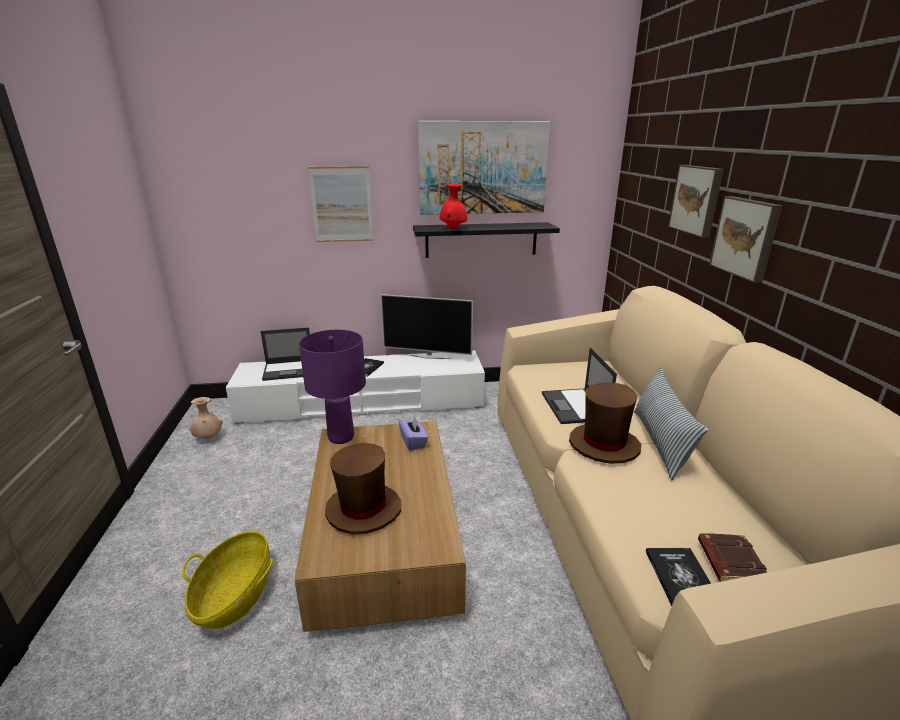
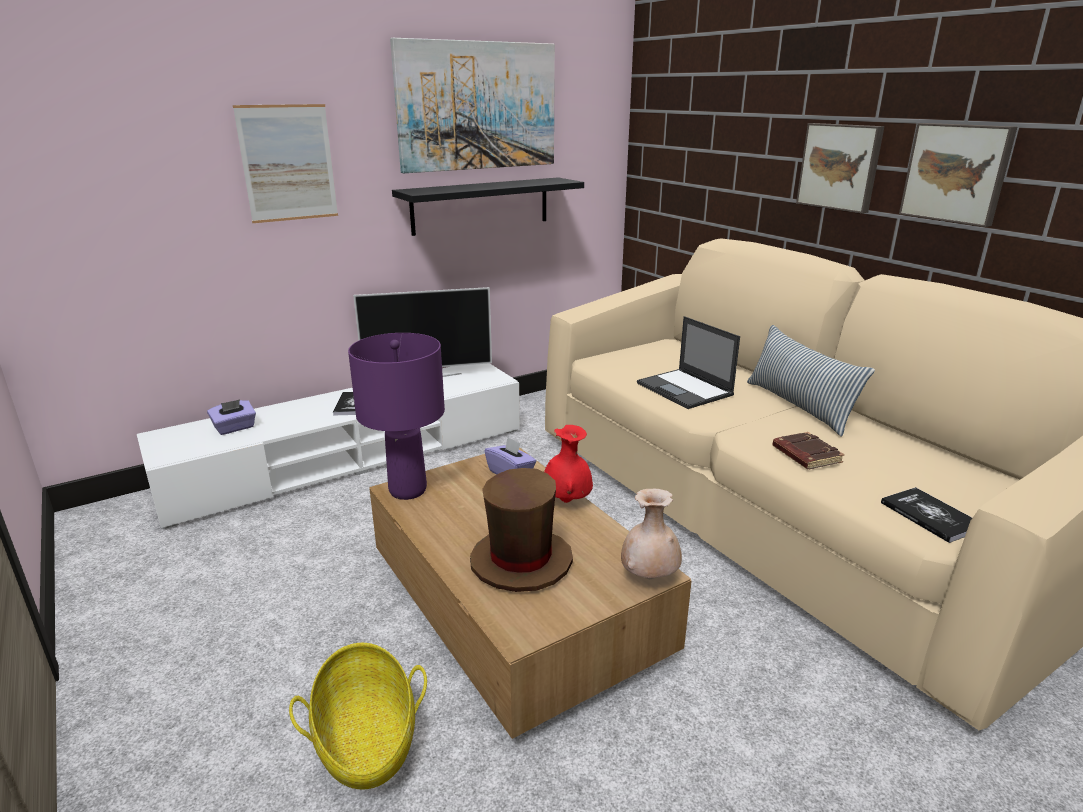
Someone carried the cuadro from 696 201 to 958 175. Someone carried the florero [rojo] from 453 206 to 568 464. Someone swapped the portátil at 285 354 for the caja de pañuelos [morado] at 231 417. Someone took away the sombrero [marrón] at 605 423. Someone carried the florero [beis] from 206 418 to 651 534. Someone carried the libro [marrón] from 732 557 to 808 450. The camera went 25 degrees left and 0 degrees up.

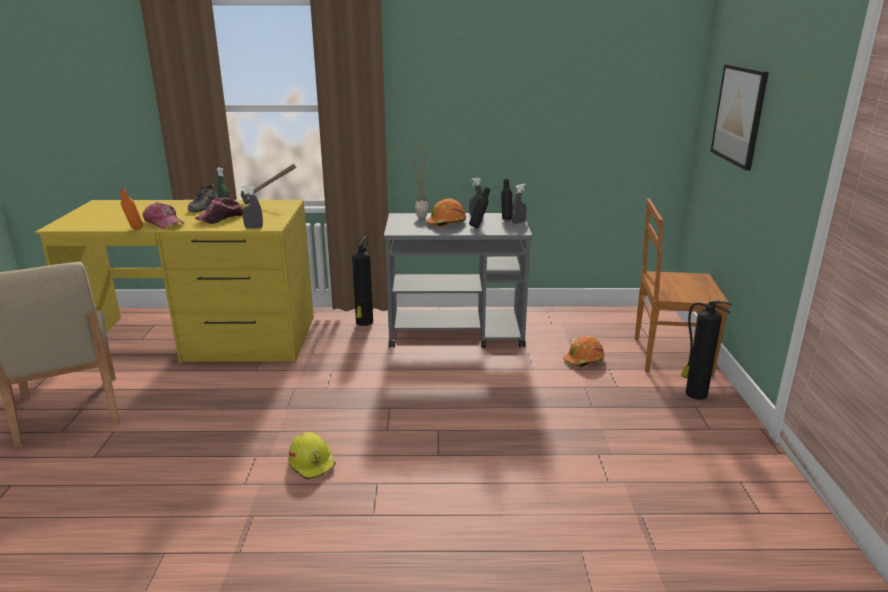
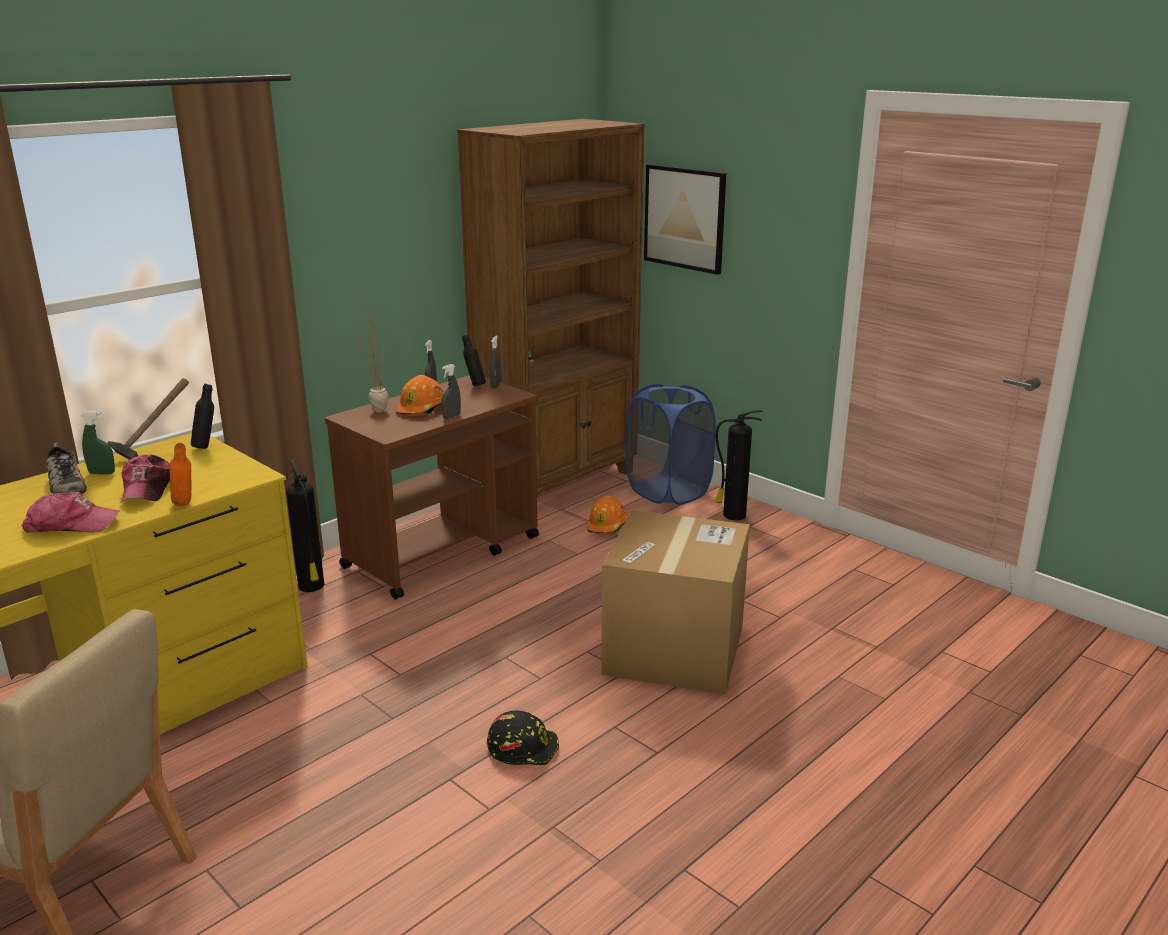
Someone carried the pulverizador [gris] from 252 207 to 451 391. Someone carried the botella [negro] from 479 207 to 202 416. Someone carried the botella [naranja] from 131 209 to 180 474. Someone swapped the silla [marrón] at 682 287 for the cesto de la ropa [azul] at 671 444. Someone repainted the carrito [gris] at 458 280, which became the carrito [marrón] at 432 487. Someone repainted the casco [amarillo] at 312 456, which became the casco [negro] at 523 738. Someone put down the estantería [marrón] at 551 307. Someone put down the caja de cartón at 675 602. The camera went 45 degrees left and 0 degrees up.

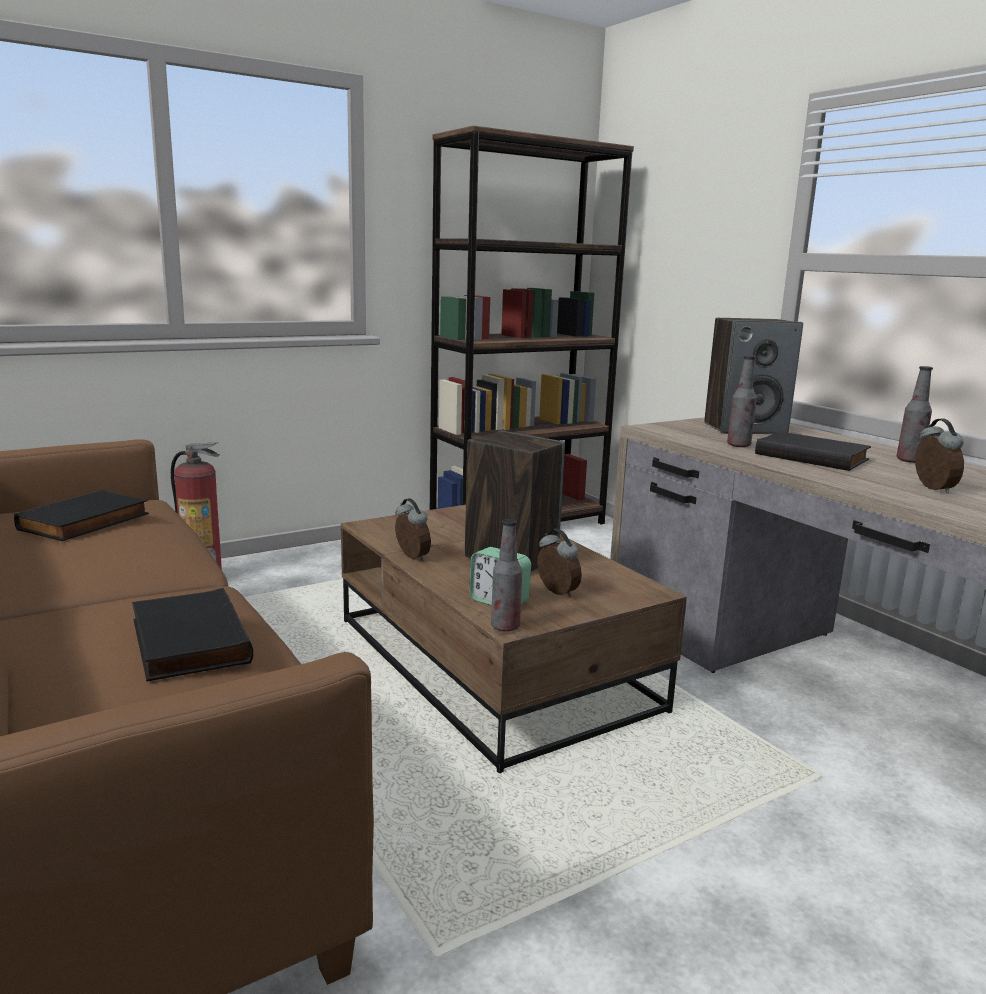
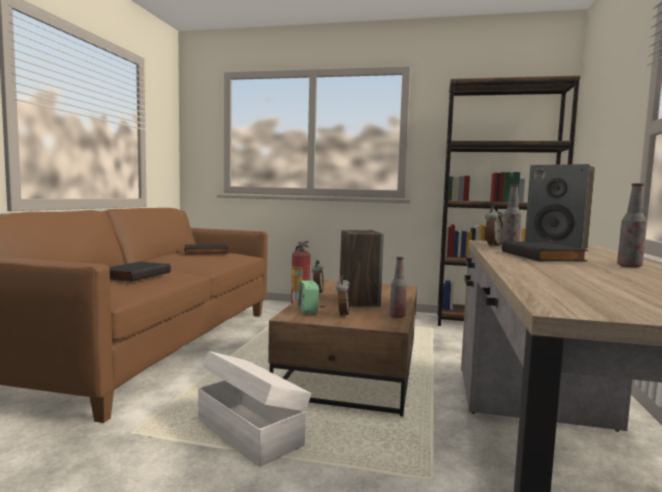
Someone carried the despertador from 939 456 to 494 226. Someone carried the botella from 506 575 to 398 287. Someone put down the caja de almacenaje [blanco] at 254 409. The camera went 45 degrees right and 10 degrees down.

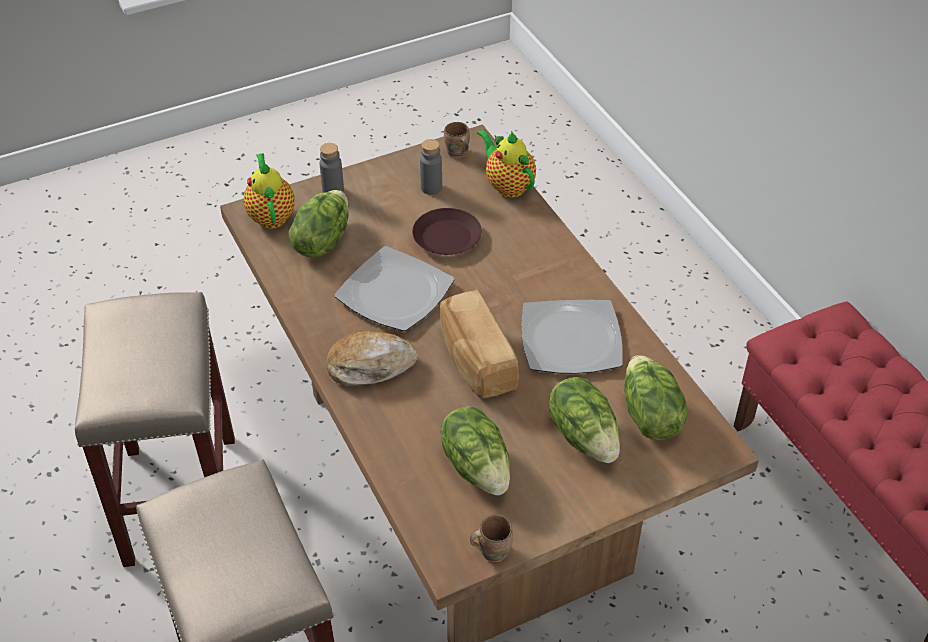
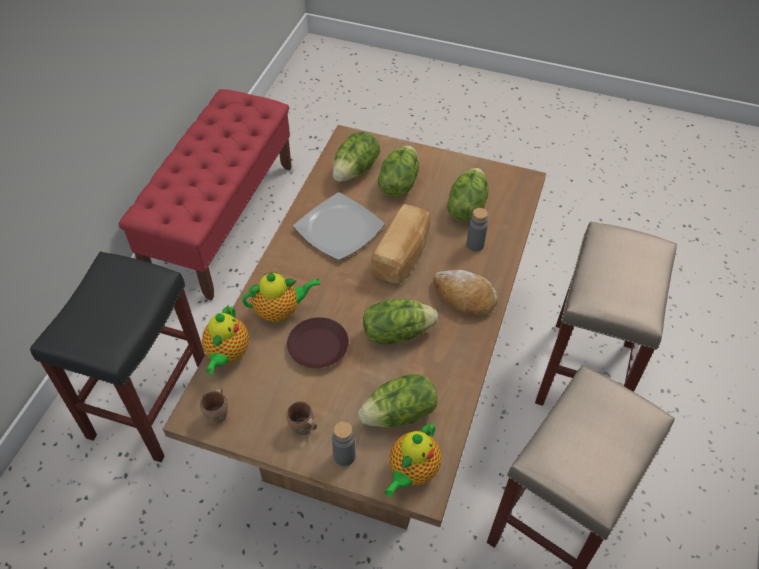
Someone carried the botella [gris] from 431 167 to 477 229. Someone swapped the plato at 394 288 for the lechuga at 400 322. Someone carried the taza grande [marrón] from 491 538 to 301 418. Someone put down the taburete [negro] at 117 356. Someone put down the tetera at 281 296. The camera went 135 degrees left and 5 degrees up.

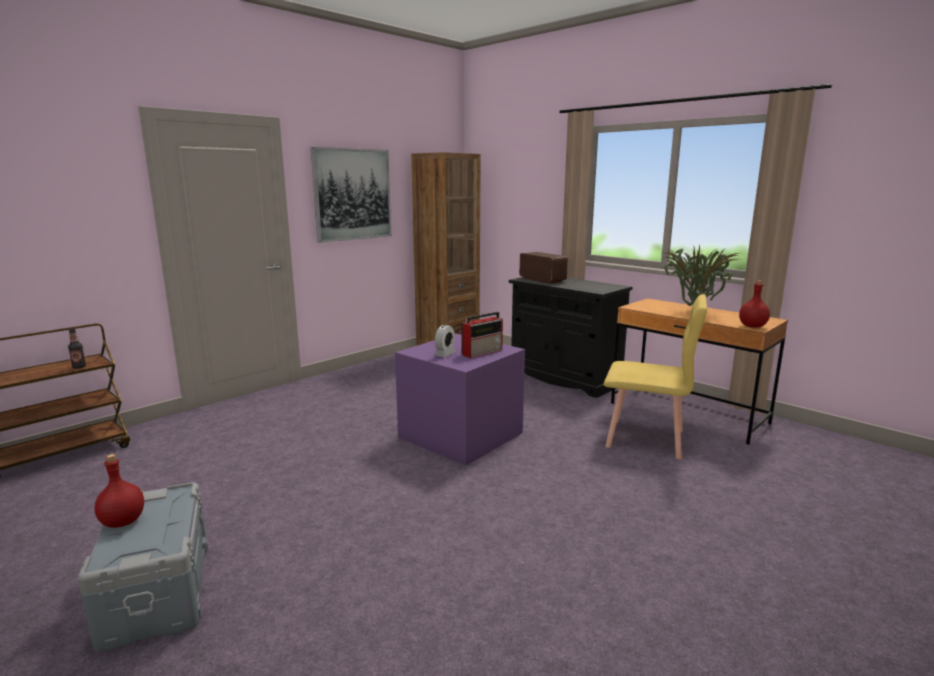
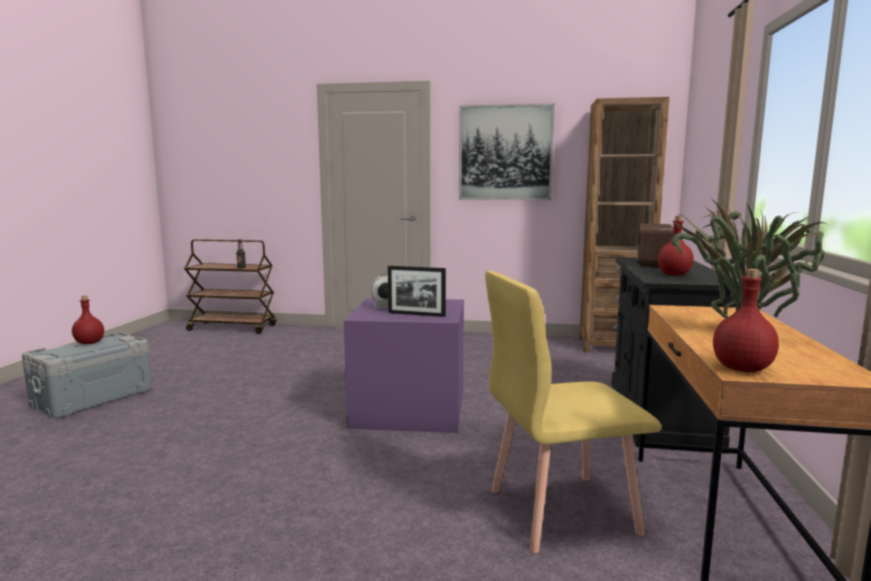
Someone rotated the silla [amarillo] at 655 376 by 90 degrees clockwise. Someone swapped the radio at 482 335 for the portarretratos at 417 291. Someone put down the botella [rojo] at 675 246. The camera went 55 degrees right and 5 degrees down.

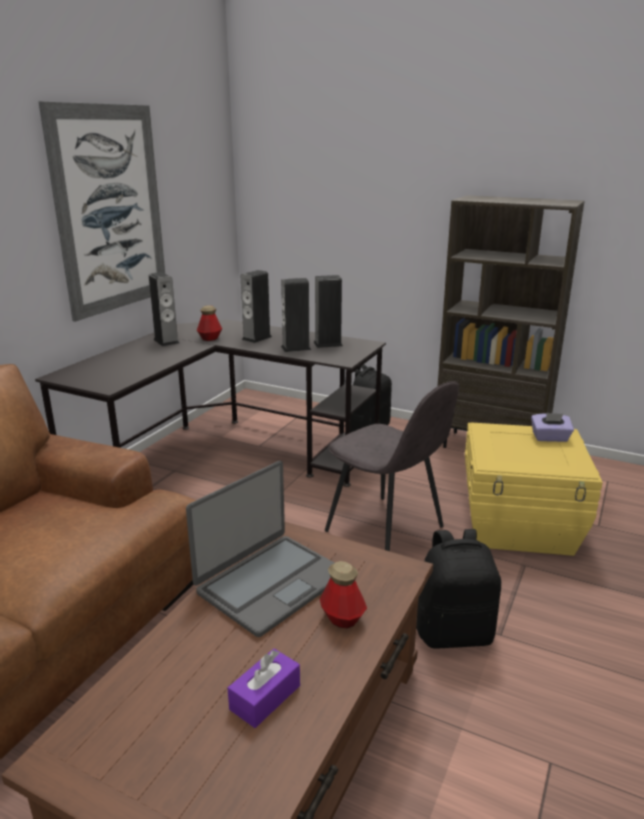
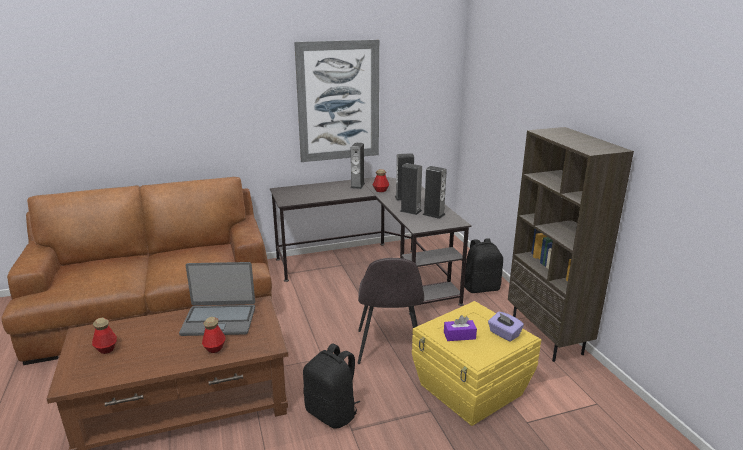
Someone carried the caja de pañuelos [morado] from 264 688 to 460 328. Someone put down the botella at 104 336. The camera went 45 degrees right and 0 degrees up.

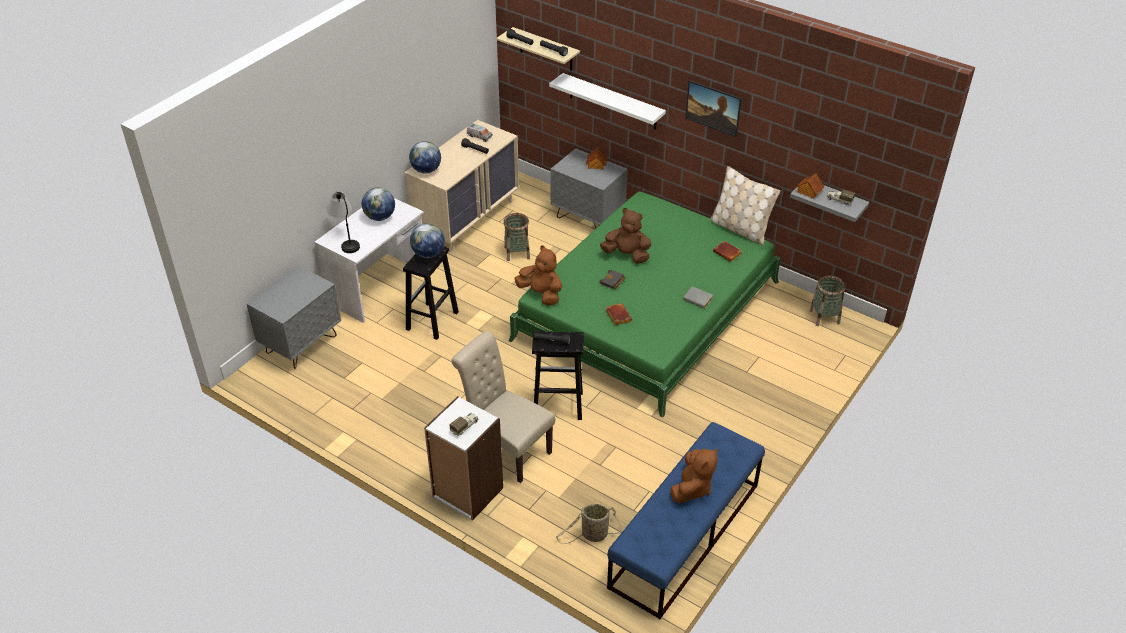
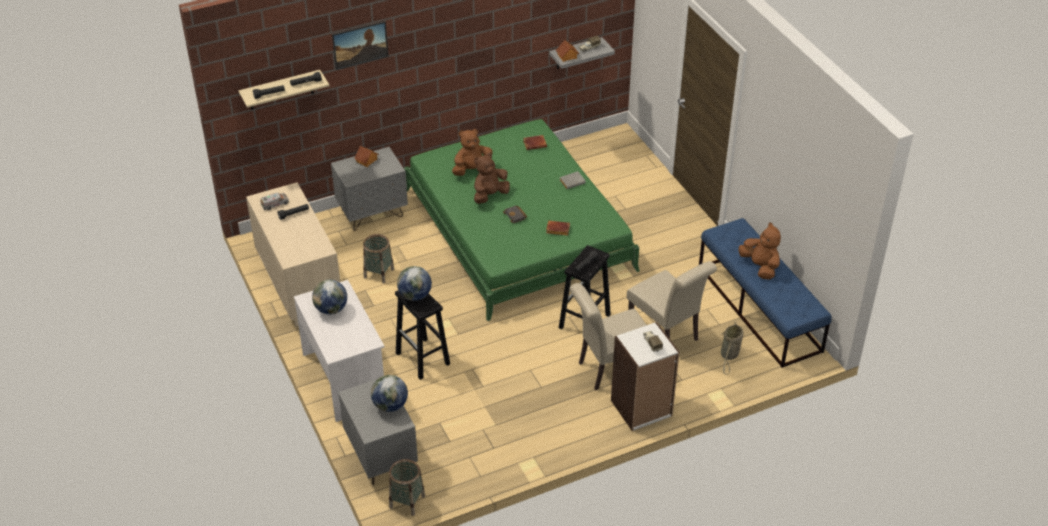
Someone took away the estante [blanco] at 607 101. Someone carried the cuadro from 713 108 to 360 45. Someone carried the globo terráqueo from 425 157 to 389 393. Someone took away the cojín [beis] at 745 205. Someone took away the lámpara de mesa at 343 222. Someone carried the peluche [marrón] from 538 275 to 472 152. Someone carried the cesta from 827 300 to 407 487. Someone put down the silla [beis] at 672 301. The camera went 60 degrees left and 0 degrees up.

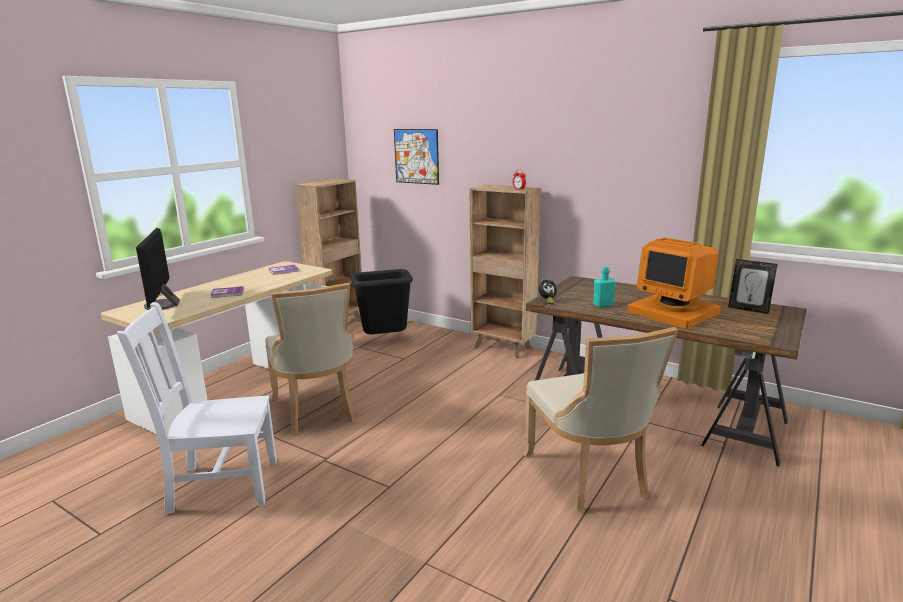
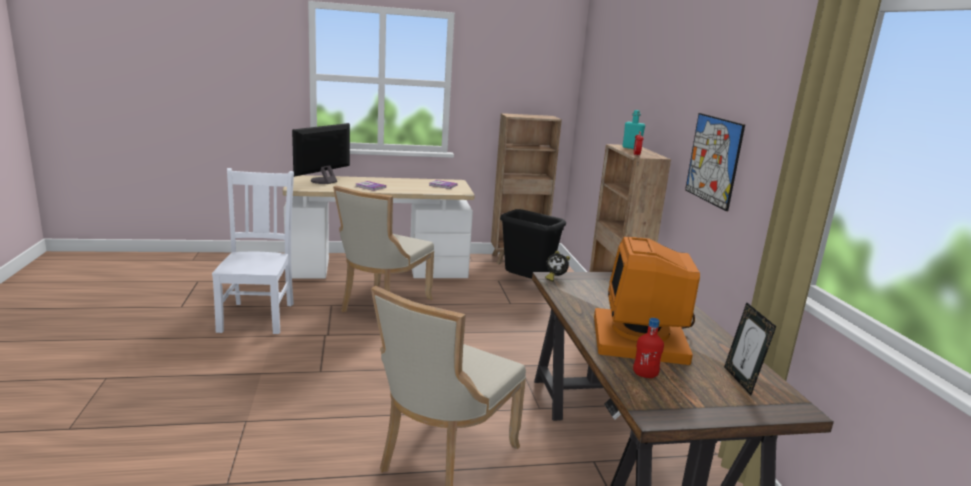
Someone carried the cuadro from 416 157 to 715 162. Someone carried the botella [turquesa] from 604 286 to 633 129. Someone rotated the silla [blanco] at 197 408 by 45 degrees clockwise. Someone put down the botella [rojo] at 648 348. The camera went 45 degrees right and 0 degrees up.

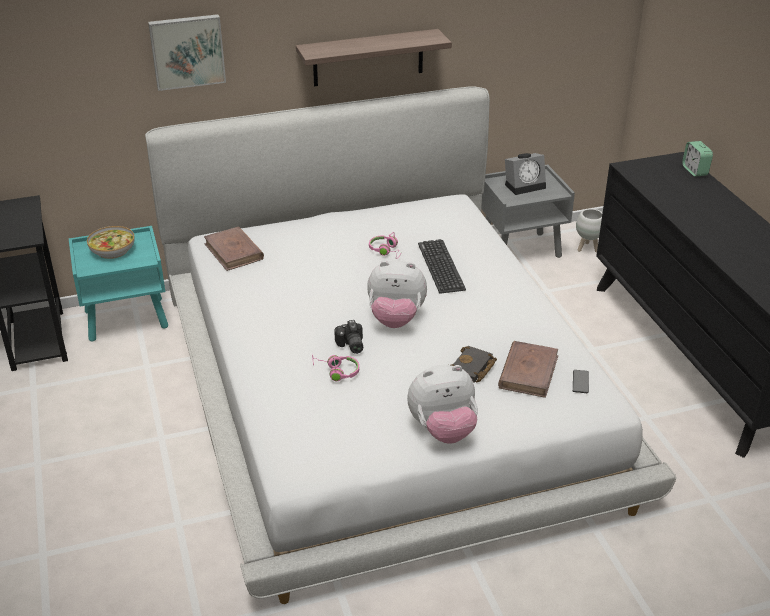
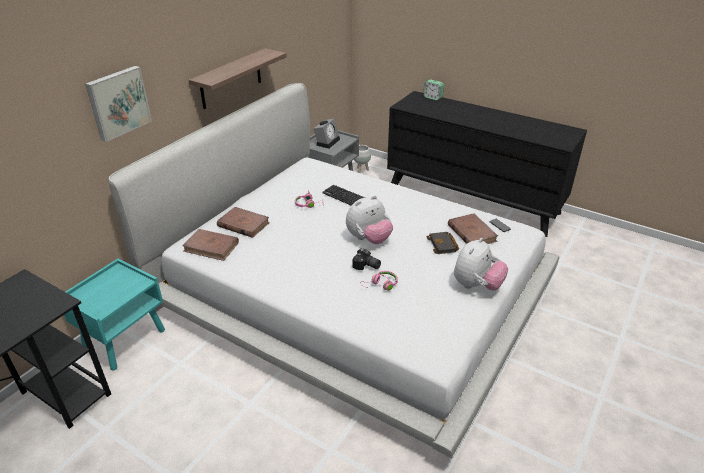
Someone took away the cuenco at 111 242. Someone put down the libro [marrón] at 243 222. The camera went 40 degrees left and 0 degrees up.

